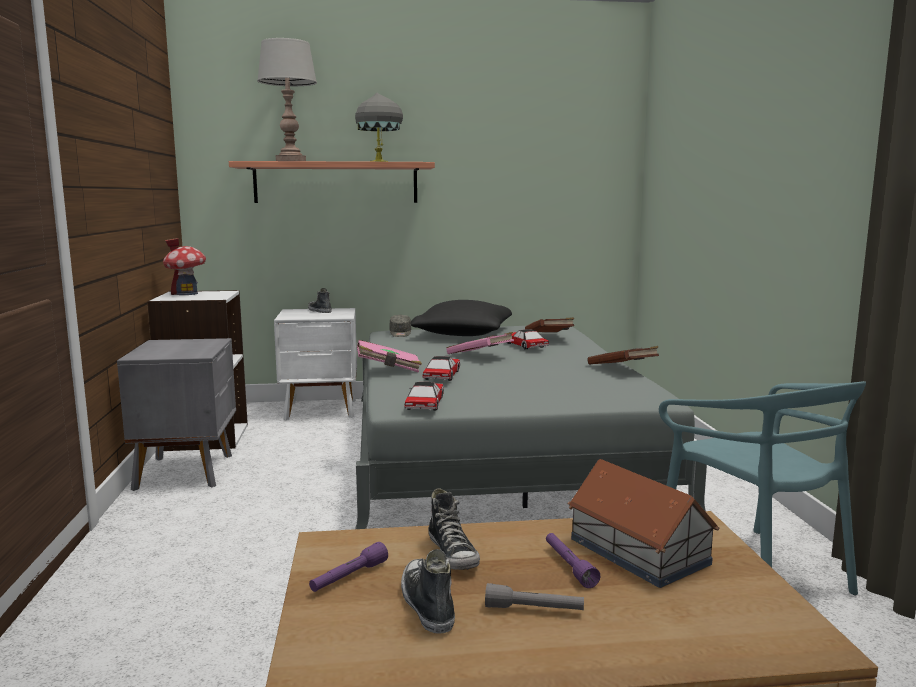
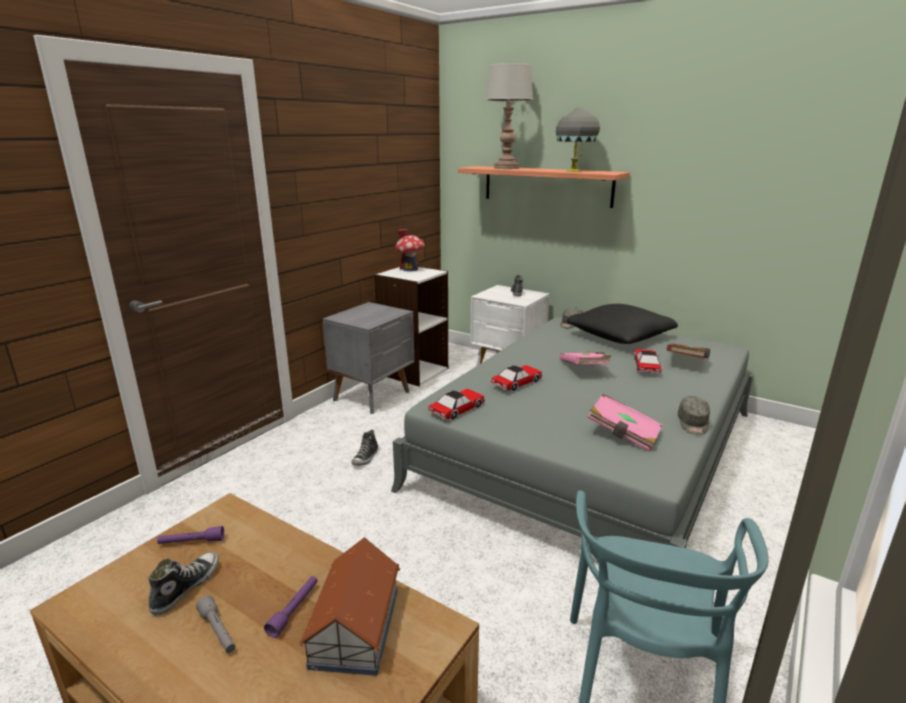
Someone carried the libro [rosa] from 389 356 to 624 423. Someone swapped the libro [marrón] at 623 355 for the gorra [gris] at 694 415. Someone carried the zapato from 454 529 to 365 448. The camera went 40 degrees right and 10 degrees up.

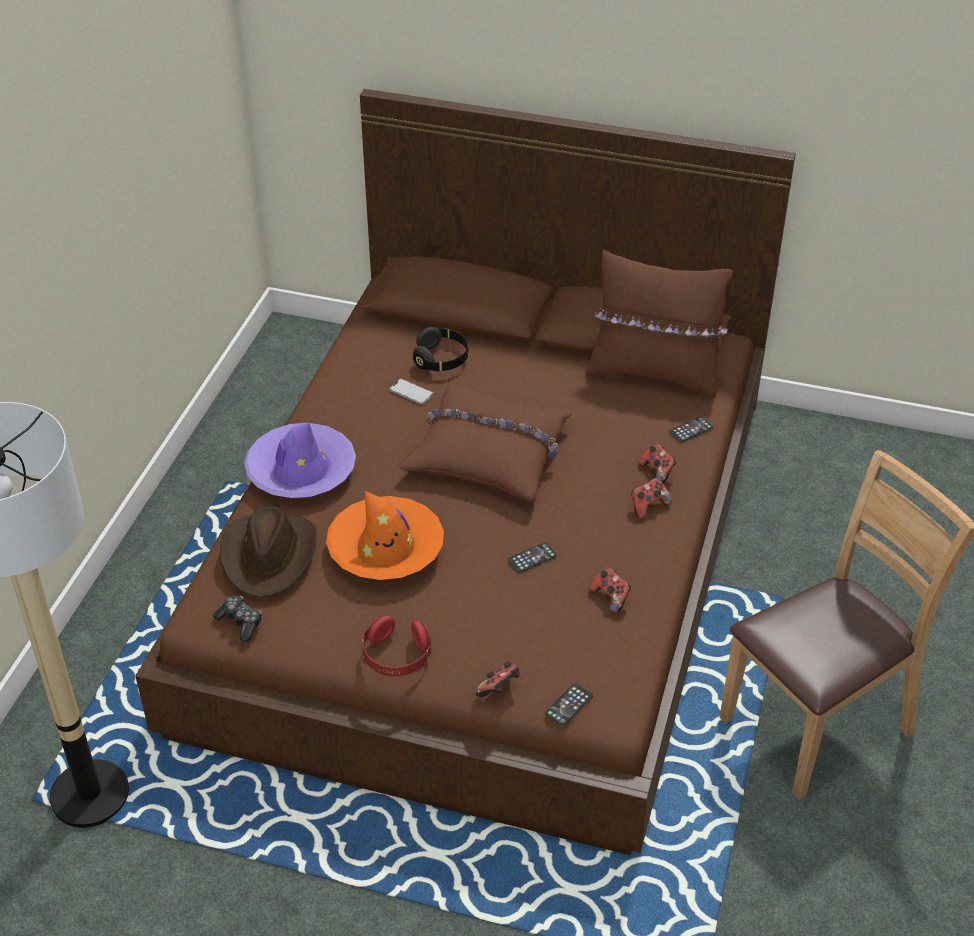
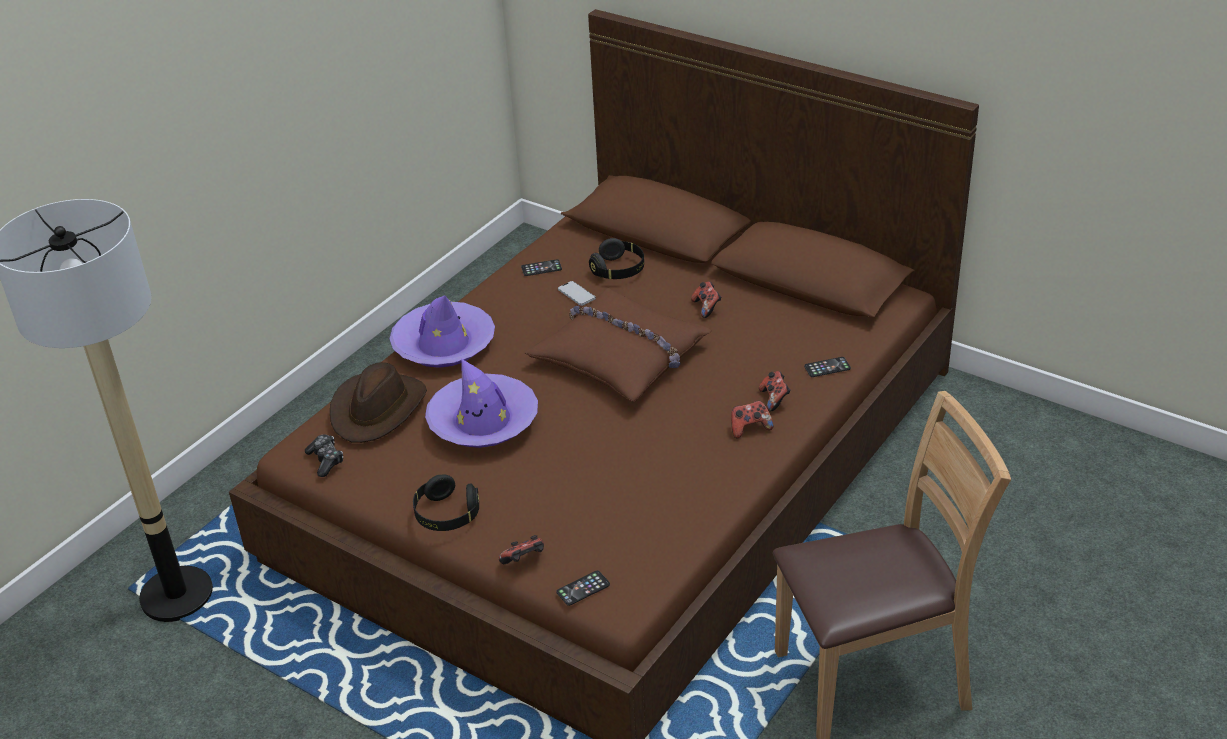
Someone took away the cojín [marrón] at 659 324. Someone repainted the sombrero [naranja] at 385 535, which became the sombrero [morado] at 481 403. Someone carried the móvil from 532 558 to 541 267. Someone carried the mando de consola from 610 590 to 706 299. Someone repainted the auriculares [rojo] at 396 646, which became the auriculares [negro] at 446 502. The camera went 20 degrees right and 5 degrees down.

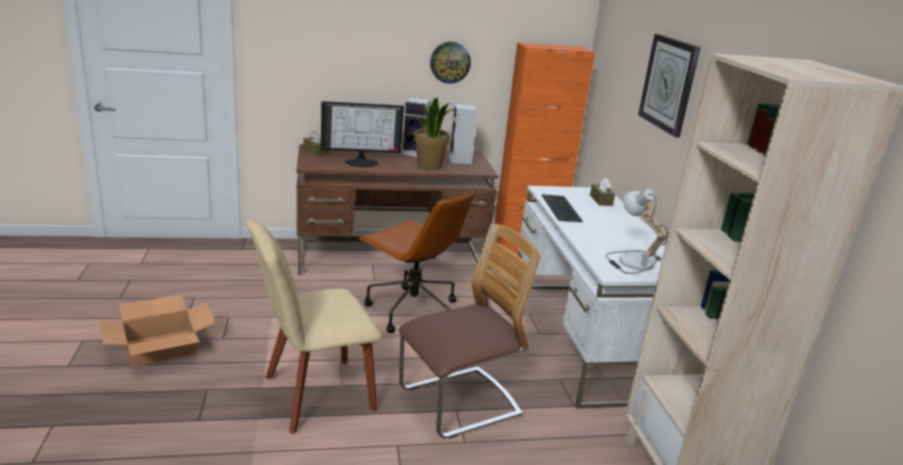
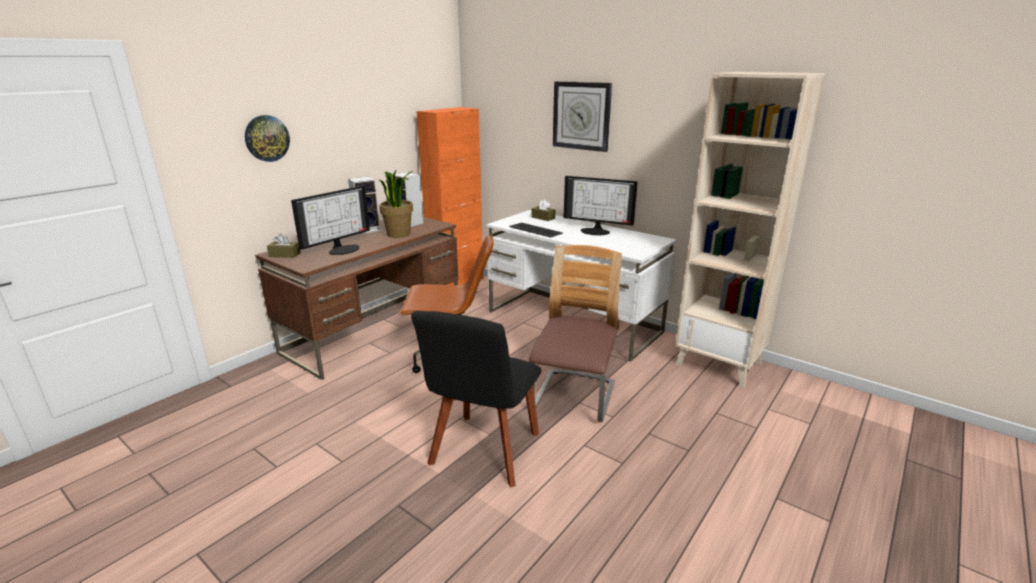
Someone carried the reloj de pared from 450 63 to 267 138. Someone took away the lámpara de mesa at 637 231. Someone repainted the silla [beis] at 314 326, which became the silla [negro] at 476 399. Someone took away the caja de cartón at 157 331. Someone put down the monitor at 601 205. The camera went 40 degrees left and 0 degrees up.

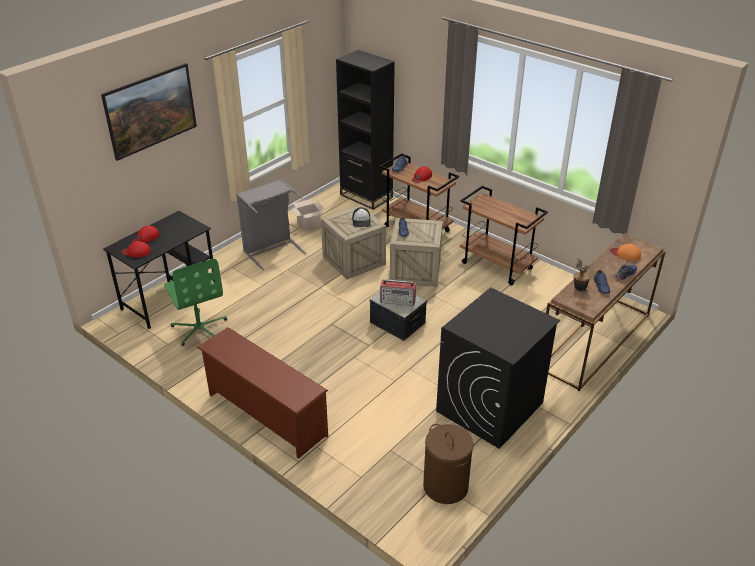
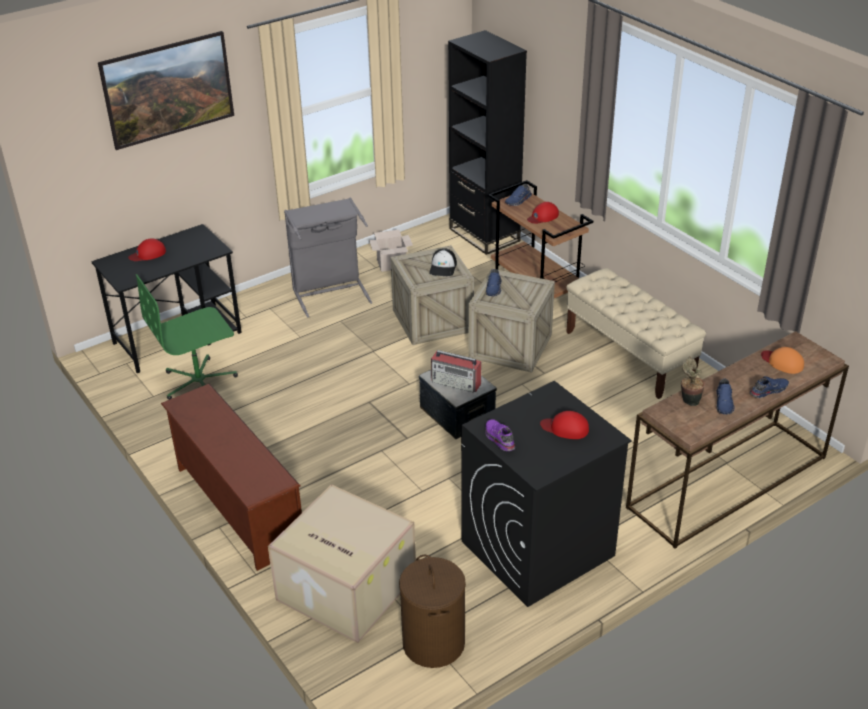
Someone swapped the carrito [marrón] at 504 236 for the banco [beis] at 636 333. Someone carried the gorra [rojo] from 136 249 to 564 425. Someone rotated the silla de oficina [verde] at 195 302 by 75 degrees clockwise. Someone put down the zapato [morado] at 500 435. Someone put down the caja de cartón at 342 563. The camera went 15 degrees right and 0 degrees up.

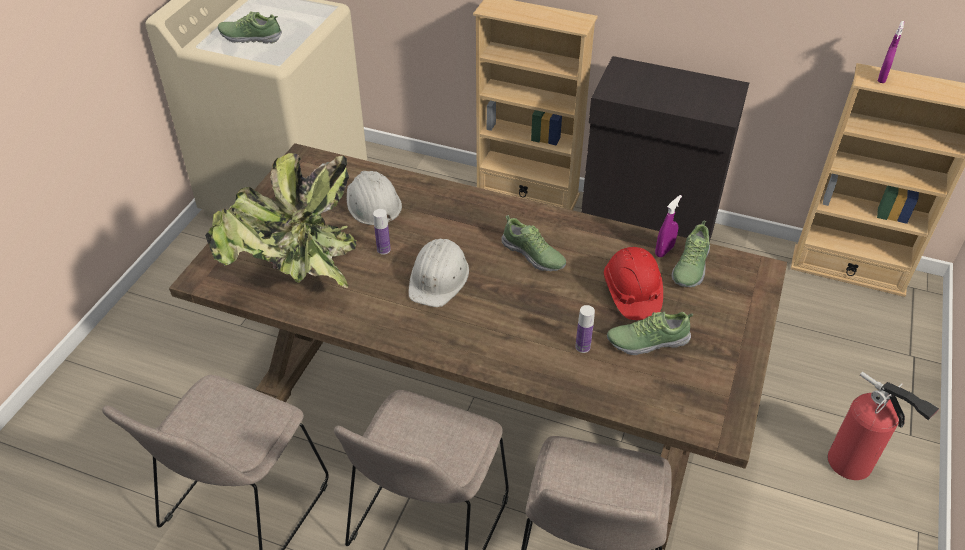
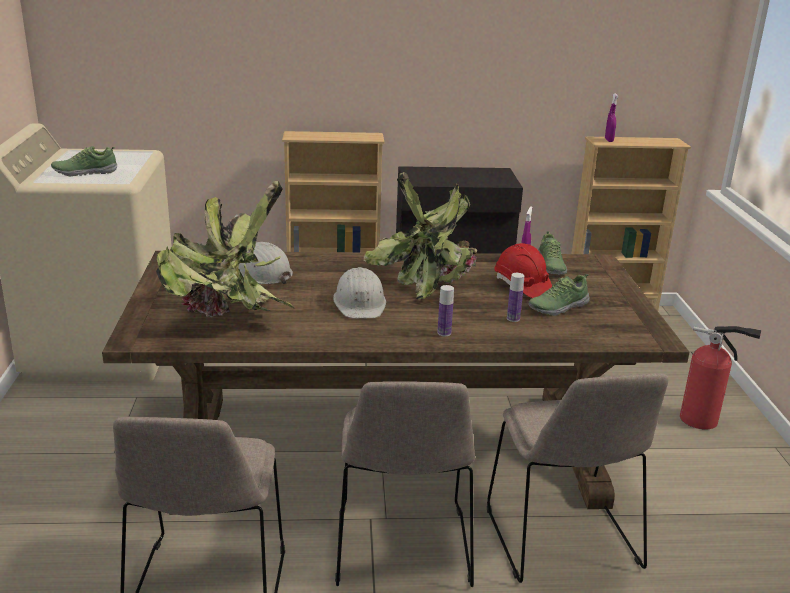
Someone carried the botella from 382 232 to 445 310. Someone swapped the zapato at 533 243 for the planta en maceta at 420 235. The camera went 25 degrees left and 20 degrees down.

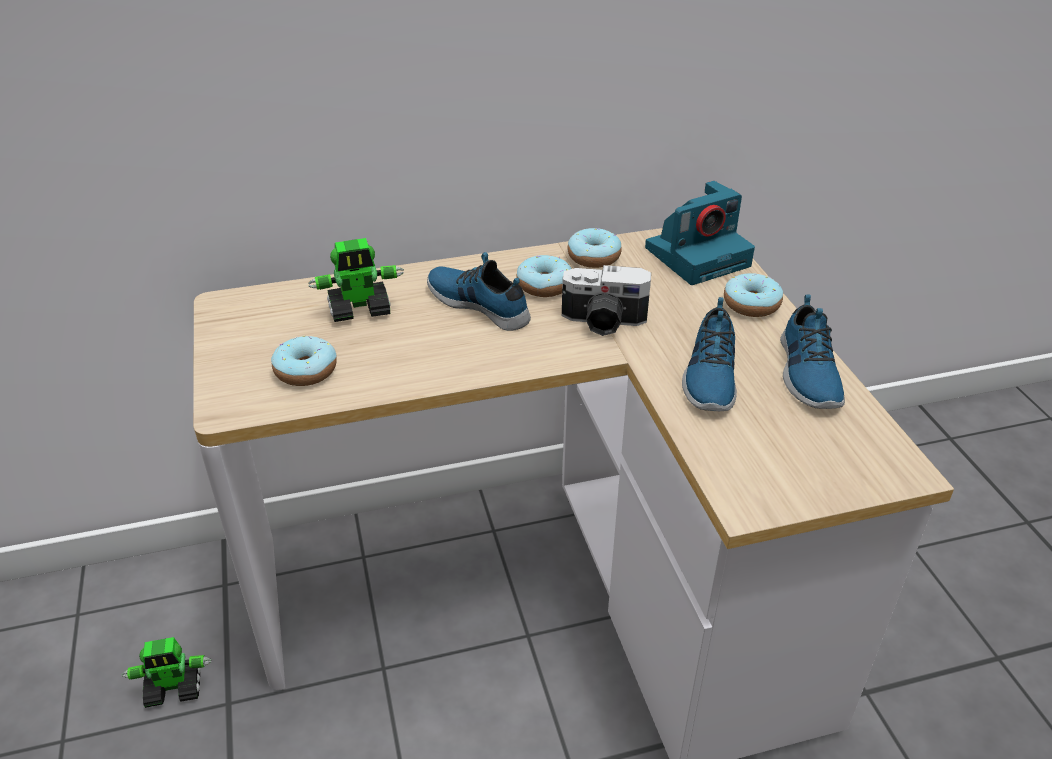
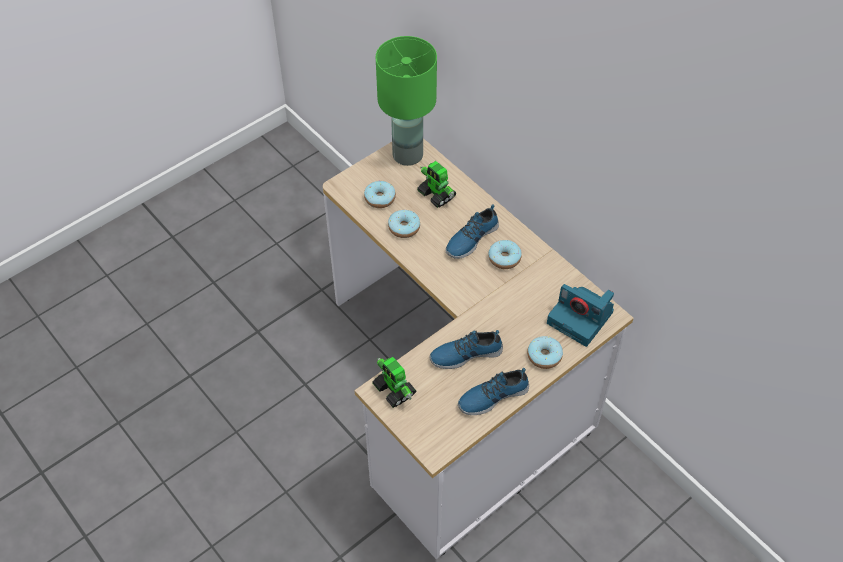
Someone carried the rosquilla from 594 248 to 404 224. Someone rotated the zapato at 479 291 by 150 degrees counterclockwise. Someone took away the cámara at 606 300. Someone carried the robot de juguete from 166 672 to 394 382. Someone put down the lámpara de mesa [verde] at 406 101. The camera went 65 degrees right and 15 degrees up.

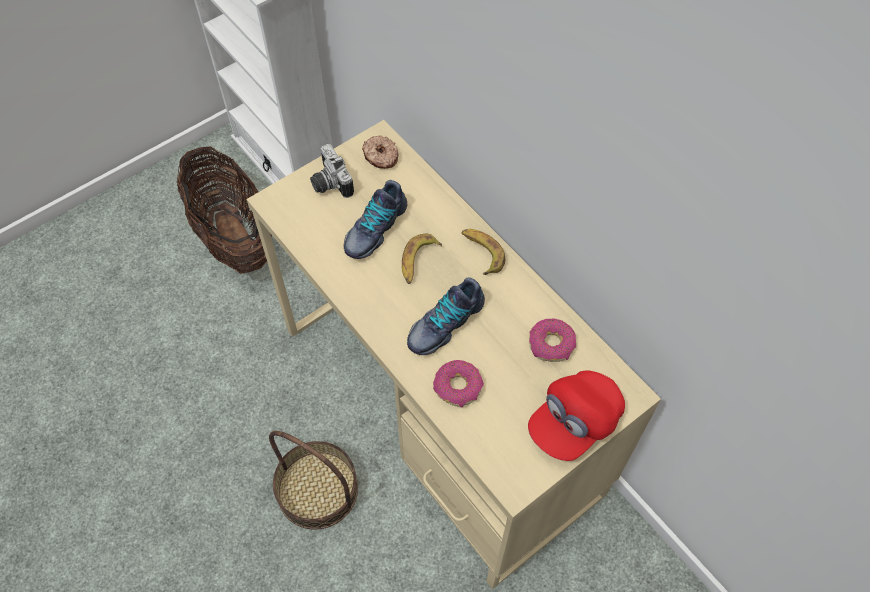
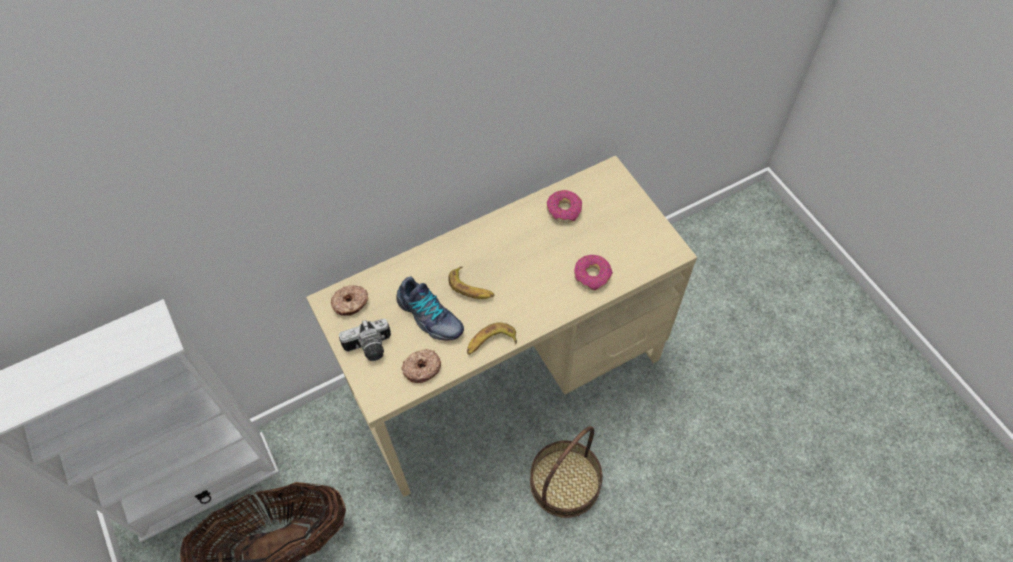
Someone carried the plátano from 483 252 to 492 338. Someone took away the zapato at 446 316. Someone took away the gorra [rojo] at 576 415. Someone put down the rosquilla at 421 366. The camera went 80 degrees left and 0 degrees up.

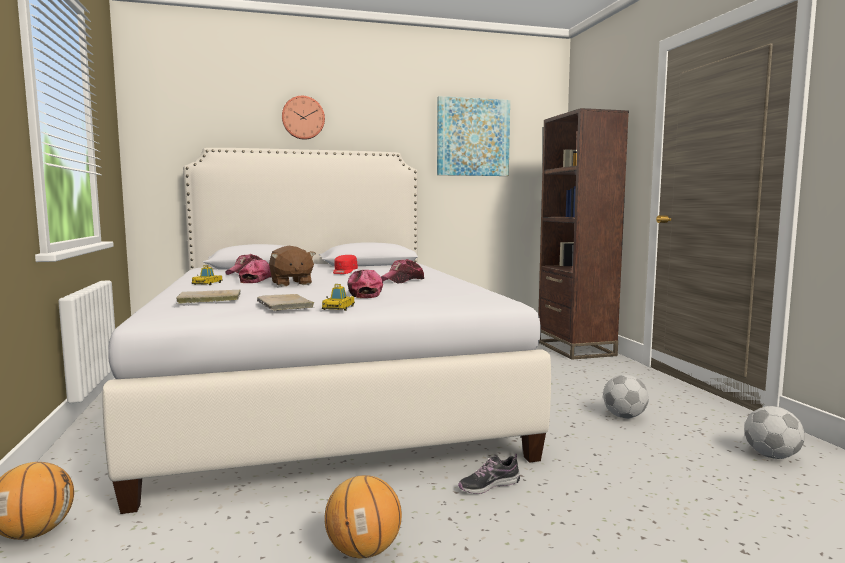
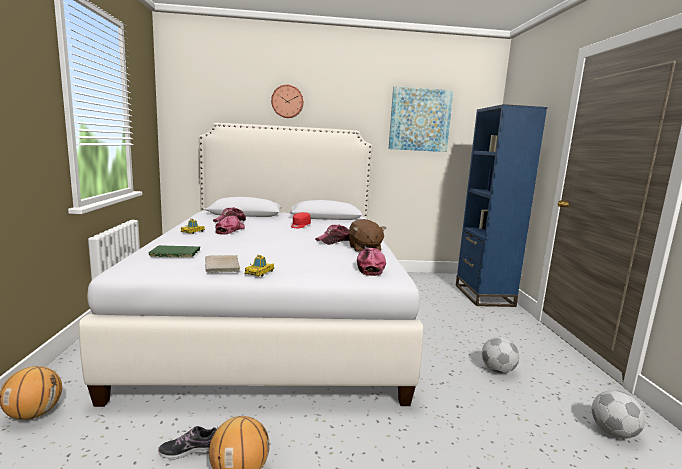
Someone repainted the estantería [marrón] at 583 234, which became the estantería [azul] at 501 205. Someone carried the peluche [marrón] from 292 266 to 367 235. Someone carried the gorra from 365 283 to 371 262. Someone repainted the libro [beis] at 208 297, which became the libro [verde] at 174 251. Someone carried the zapato from 489 473 to 188 443. The camera went 10 degrees right and 5 degrees up.

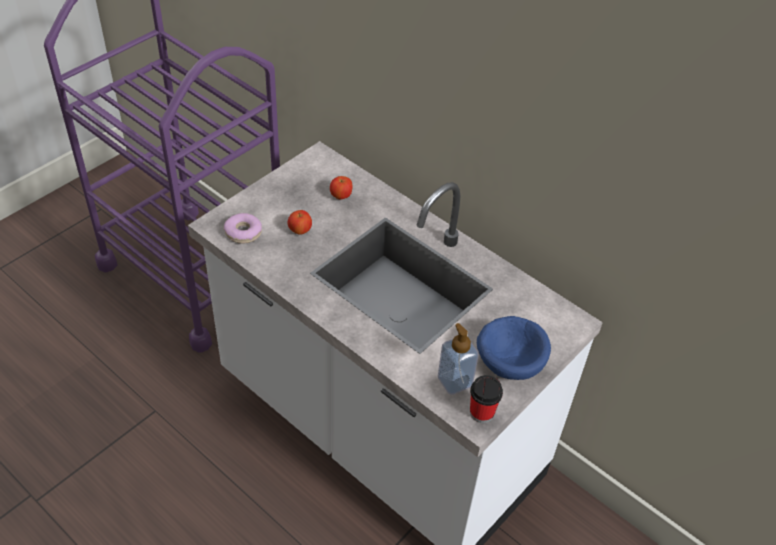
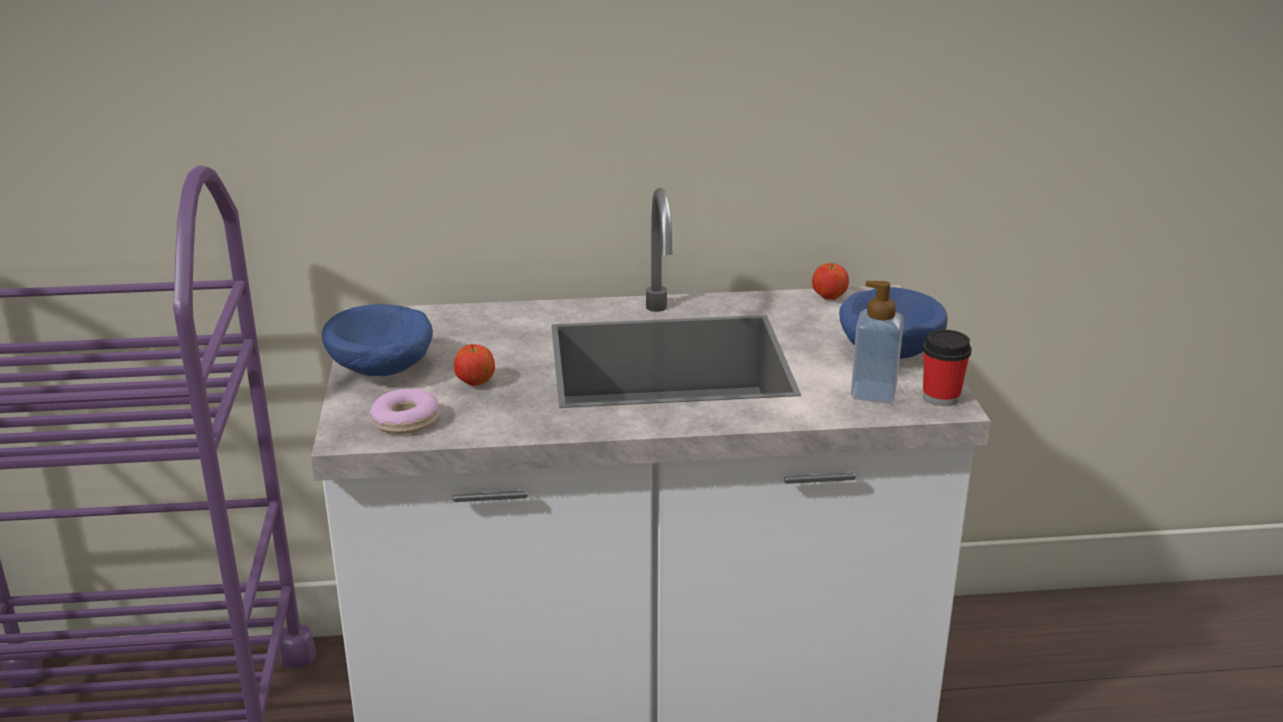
Someone carried the manzana from 341 188 to 830 281. Someone put down the cuenco [azul] at 377 340. The camera went 45 degrees left and 20 degrees down.

